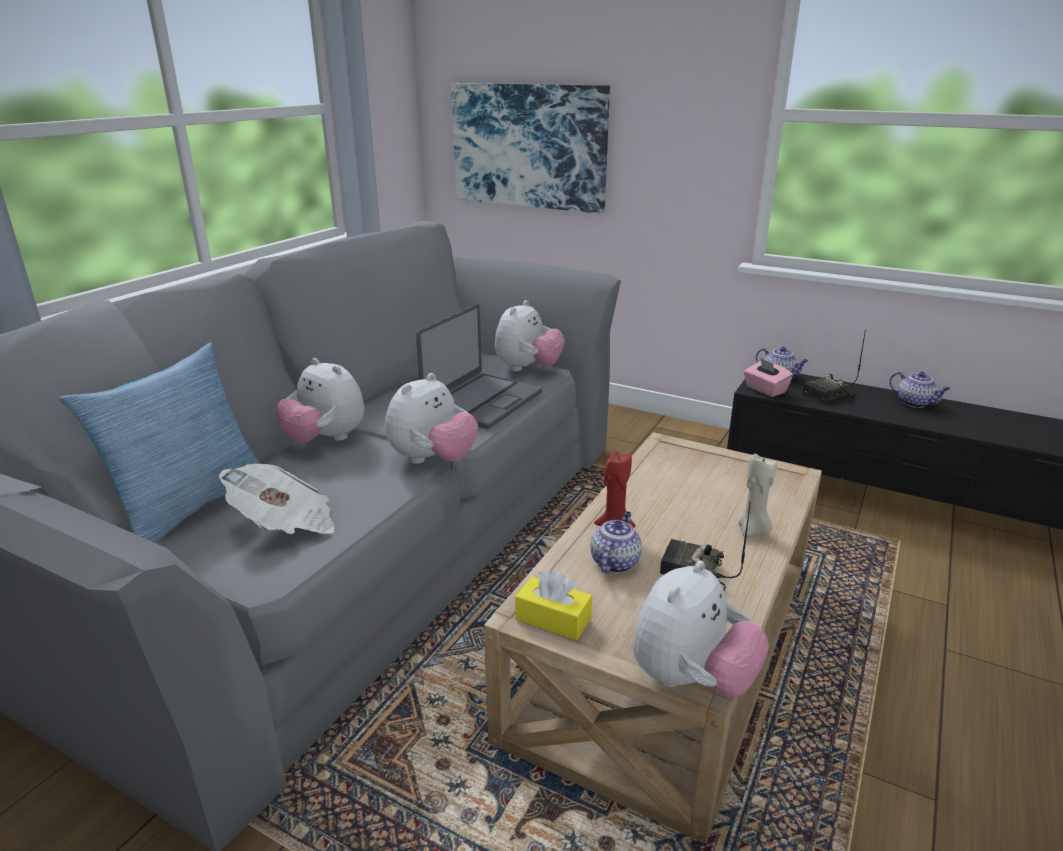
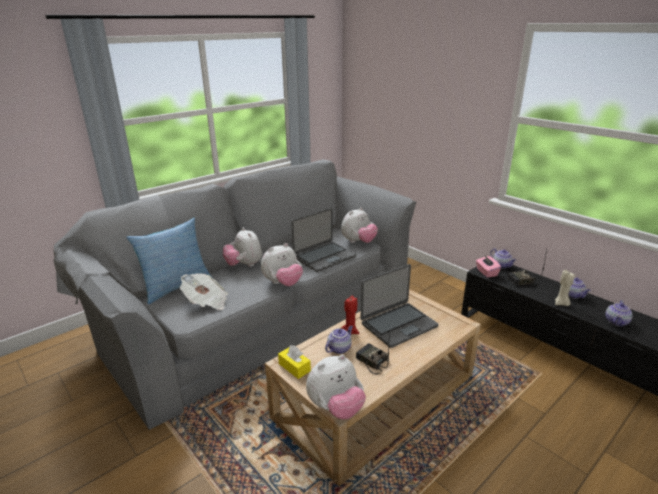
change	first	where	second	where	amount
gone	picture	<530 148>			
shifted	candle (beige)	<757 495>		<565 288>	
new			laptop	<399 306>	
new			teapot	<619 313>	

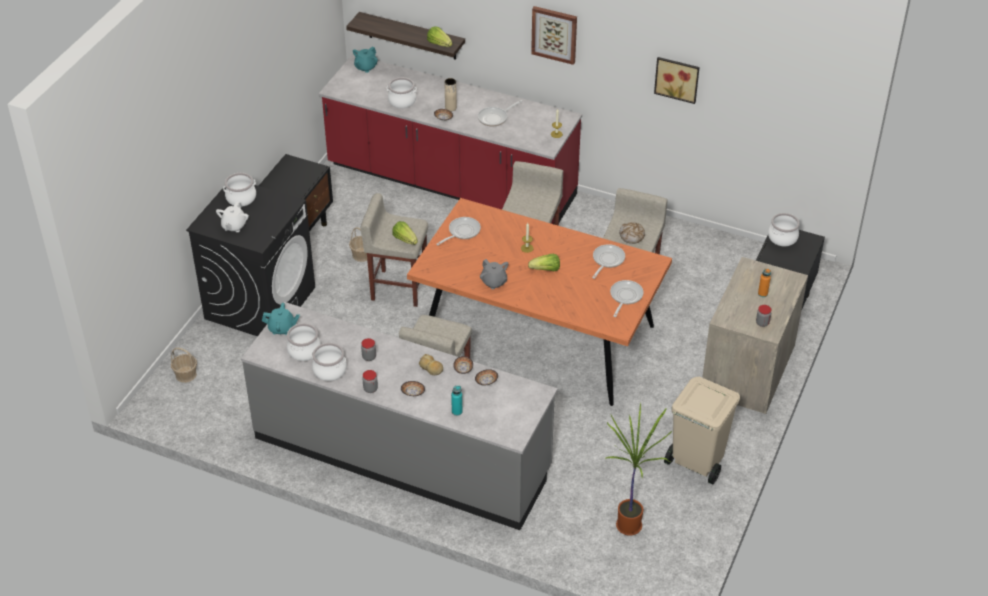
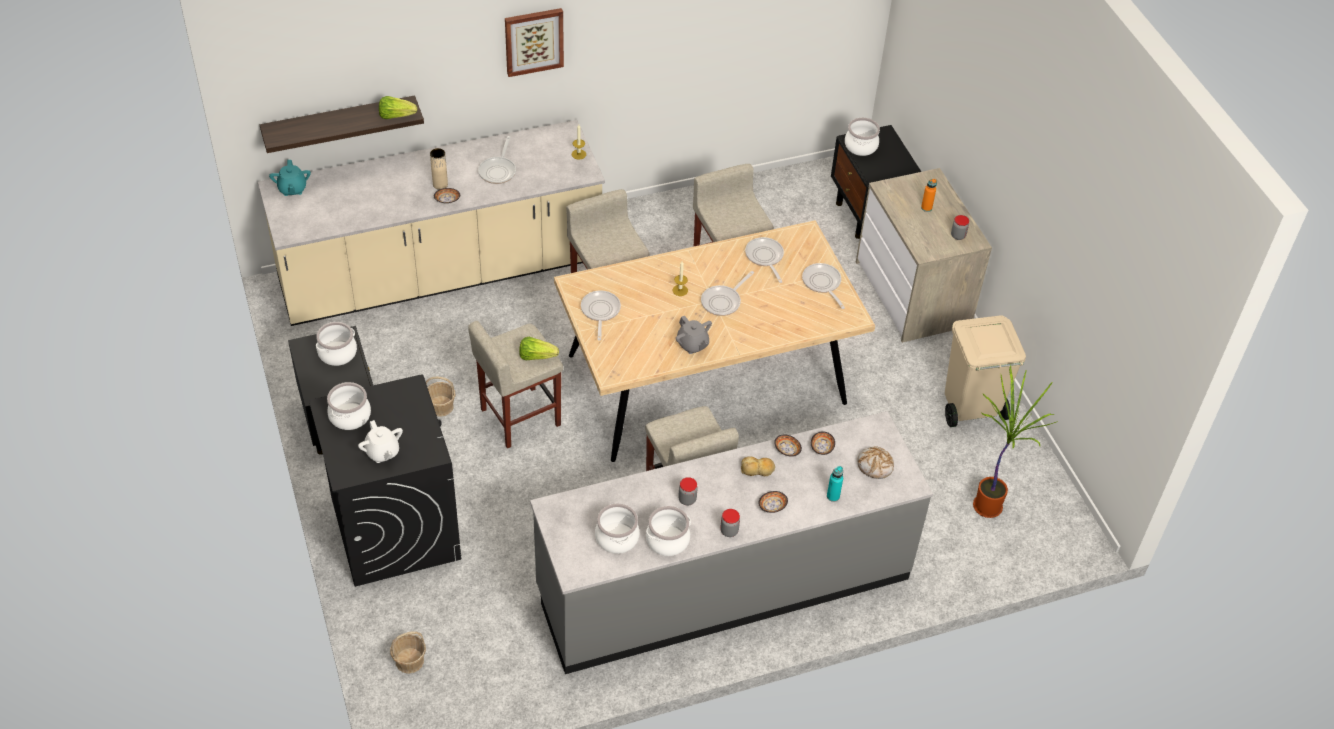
change	first	where	second	where	amount
gone	teapot (turquoise)	<281 319>			
repainted	counter (red)	<450 139>	counter (beige)	<431 223>	
shifted	cooking pot	<401 92>		<336 344>	
repainted	dining table (orange)	<539 302>	dining table (beige)	<714 341>	
rotated	teapot (grey)	<494 274>		<694 335>	45 degrees clockwise
swapped	lettuce	<544 262>	frying pan	<727 293>	
shifted	bread	<632 233>		<875 462>	
gone	picture	<676 80>			

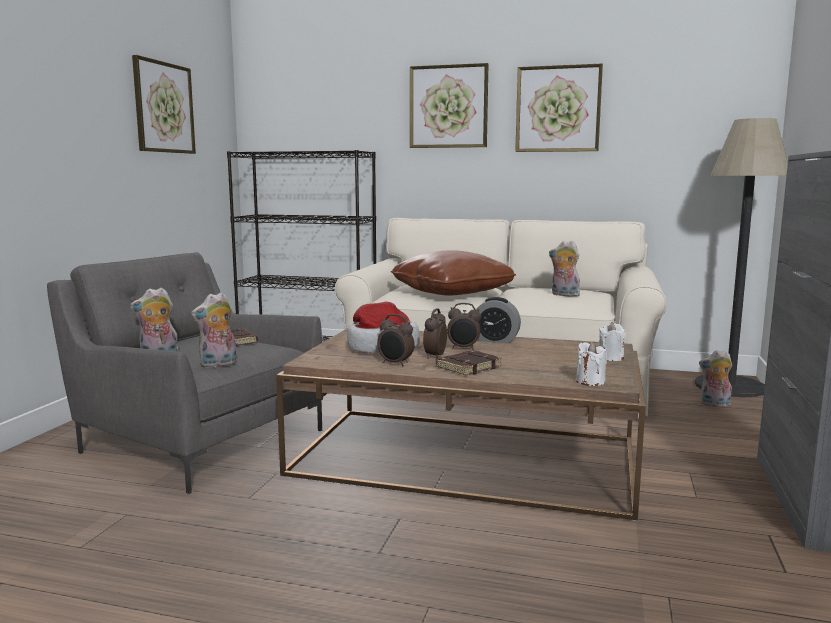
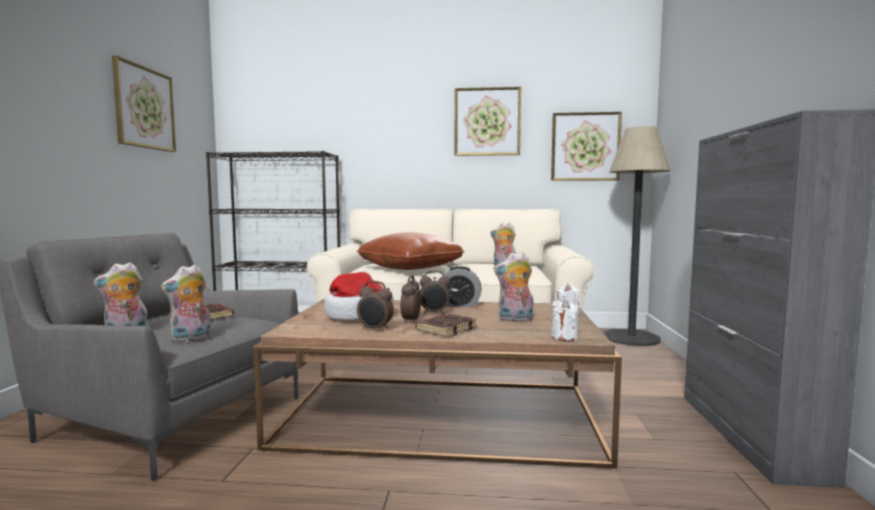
change	first	where	second	where	amount
shifted	picture	<449 105>		<586 146>	
shifted	plush toy	<715 378>		<513 287>	

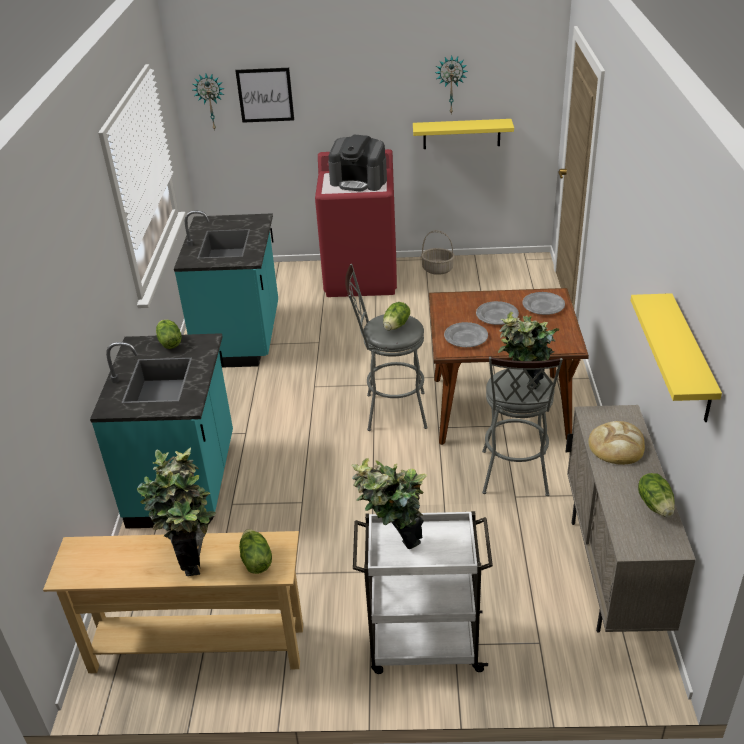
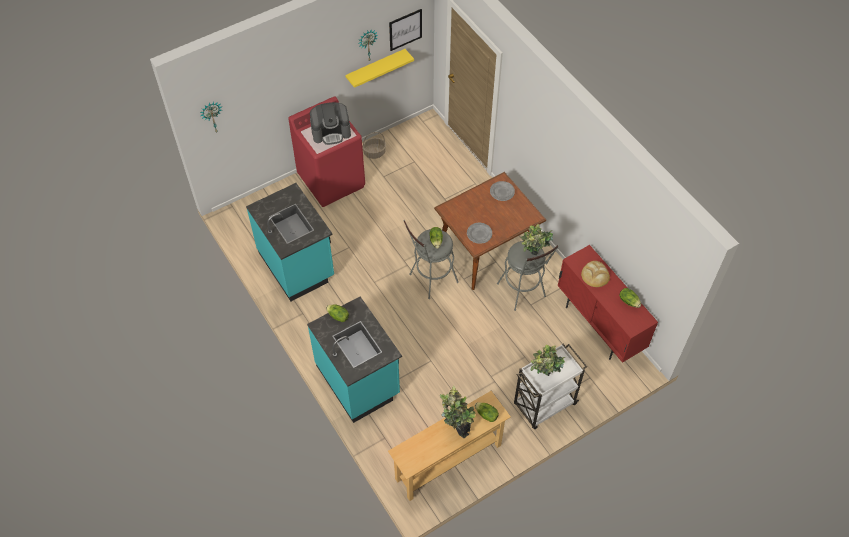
change	first	where	second	where	amount
shifted	picture	<264 95>		<405 30>	
gone	plate (grey)	<497 313>			
repainted	cabinet (beige)	<630 519>	cabinet (red)	<608 304>	
gone	shelf (yellow)	<676 357>			

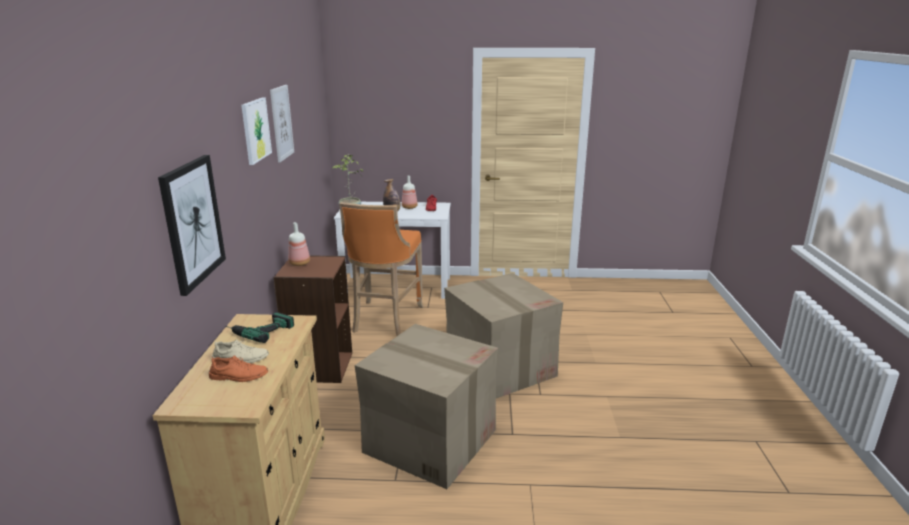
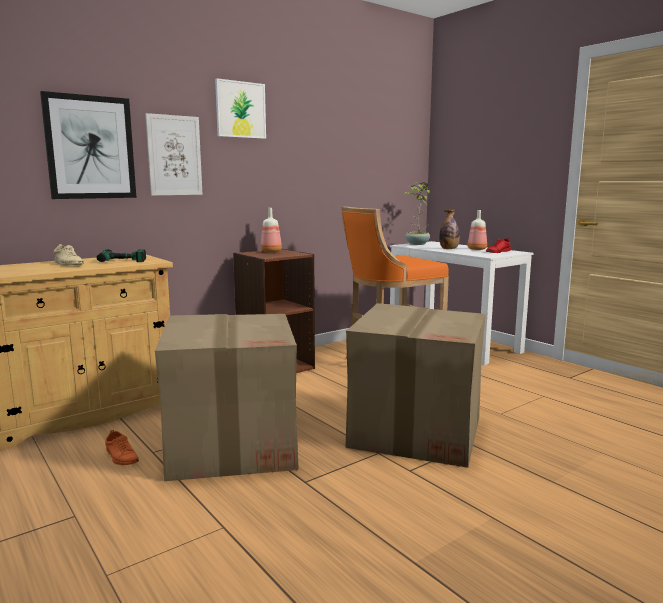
change	first	where	second	where	amount
shifted	shoe (orange)	<238 369>		<122 447>	
shifted	picture	<282 124>		<174 154>	

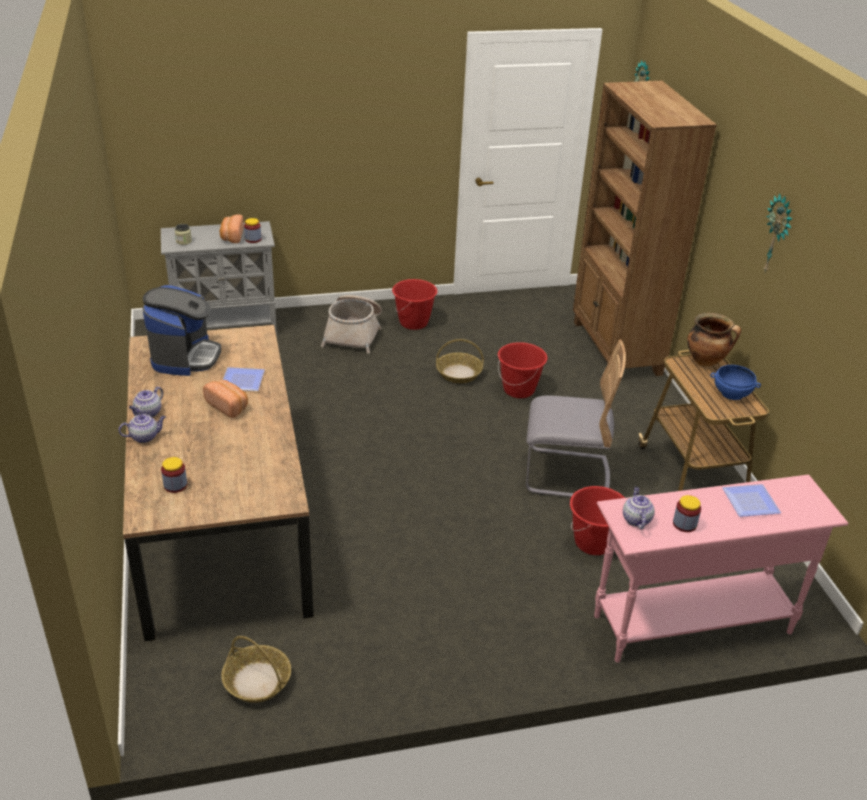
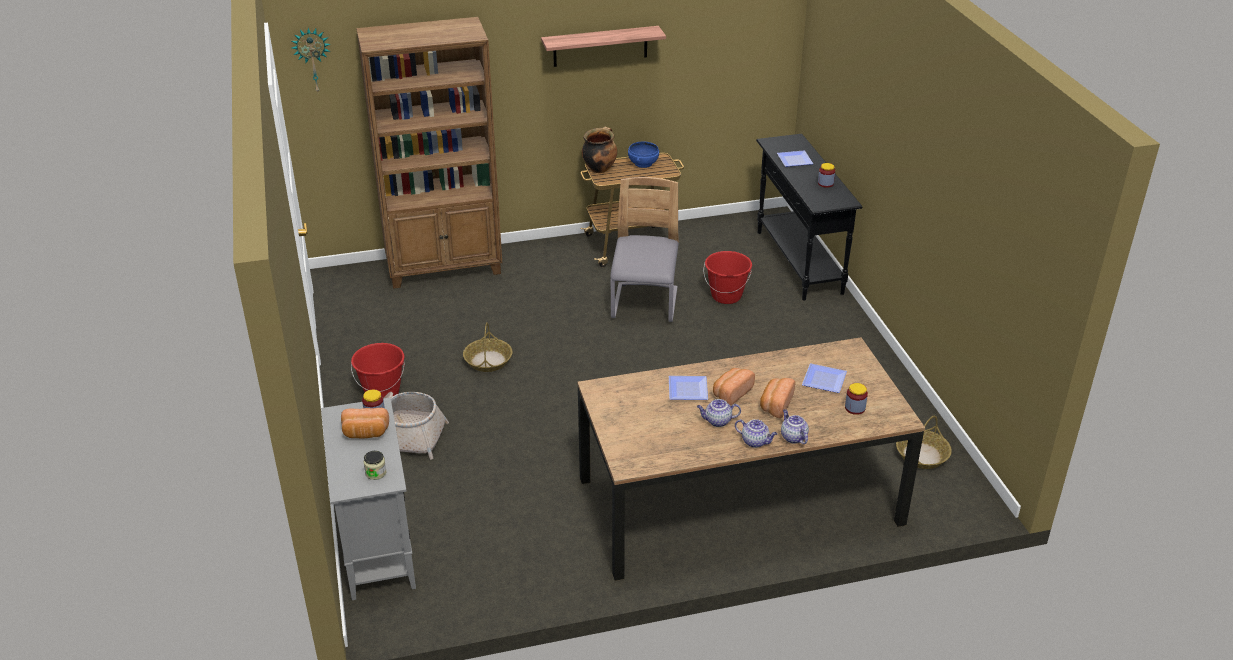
change	first	where	second	where	amount
gone	coffee machine	<182 330>			
gone	bucket (red)	<522 370>			
repainted	console table (pink)	<721 569>	console table (black)	<809 217>	
shifted	teapot	<639 508>		<719 413>	
swapped	wall clock	<778 232>	shelf	<603 46>	
new			bread	<777 398>	
new			plate	<824 378>	

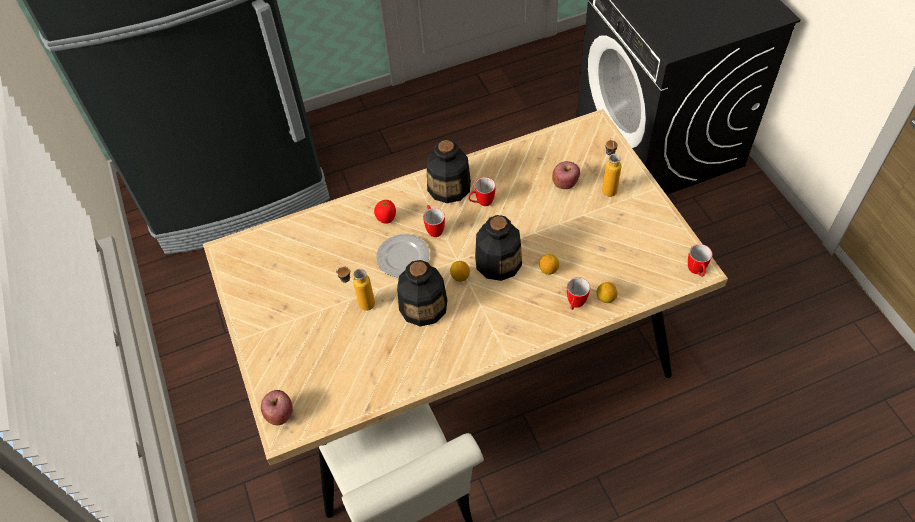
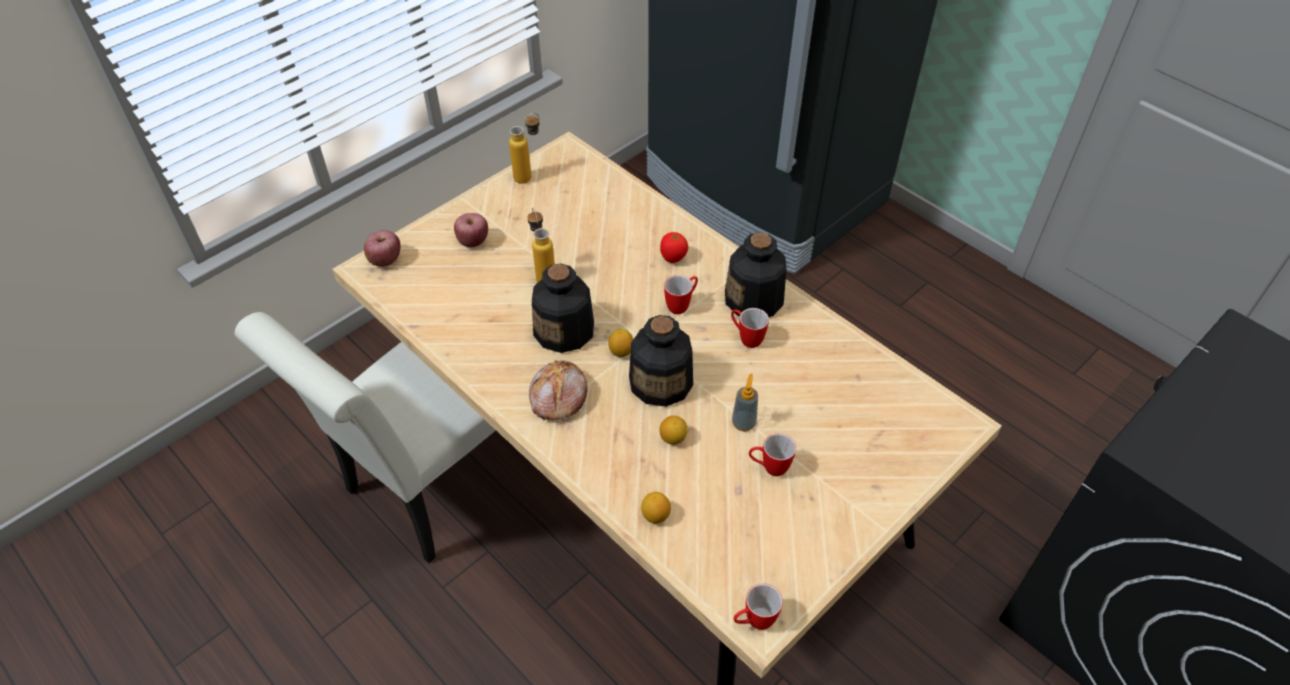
change	first	where	second	where	amount
gone	plate	<403 256>			
shifted	apple	<566 175>		<471 230>	
shifted	mug	<578 293>		<772 454>	
shifted	bottle	<611 167>		<524 148>	
new			bread	<558 390>	
new			soap dispenser	<745 402>	

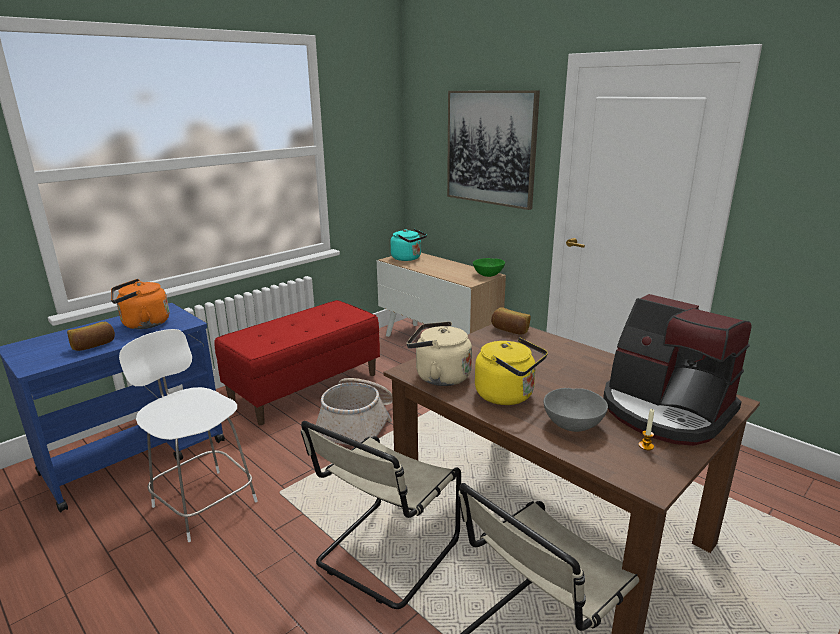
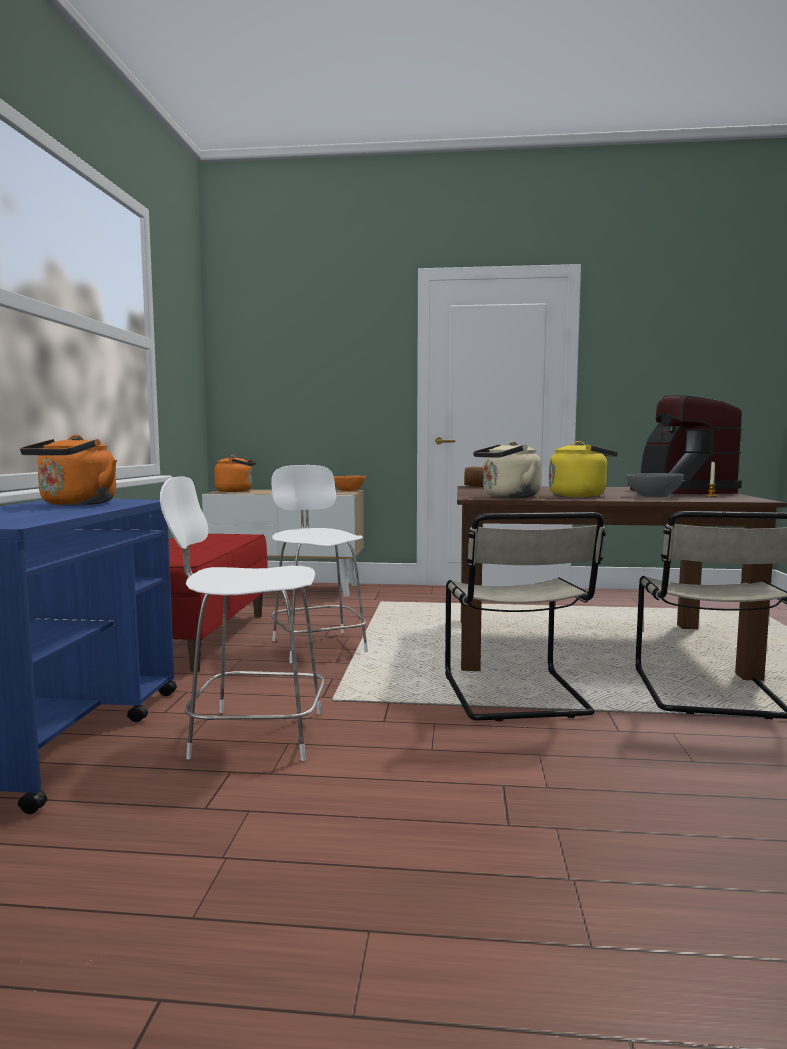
change	first	where	second	where	amount
gone	bread	<91 336>			
swapped	basket	<354 411>	stool (white)	<319 564>	
repainted	kettle (turquoise)	<409 245>	kettle (orange)	<235 473>	
gone	picture	<493 150>			
repainted	bowl (green)	<489 267>	bowl (orange)	<350 483>	
rotated	coffee machine	<677 370>		<685 444>	75 degrees clockwise

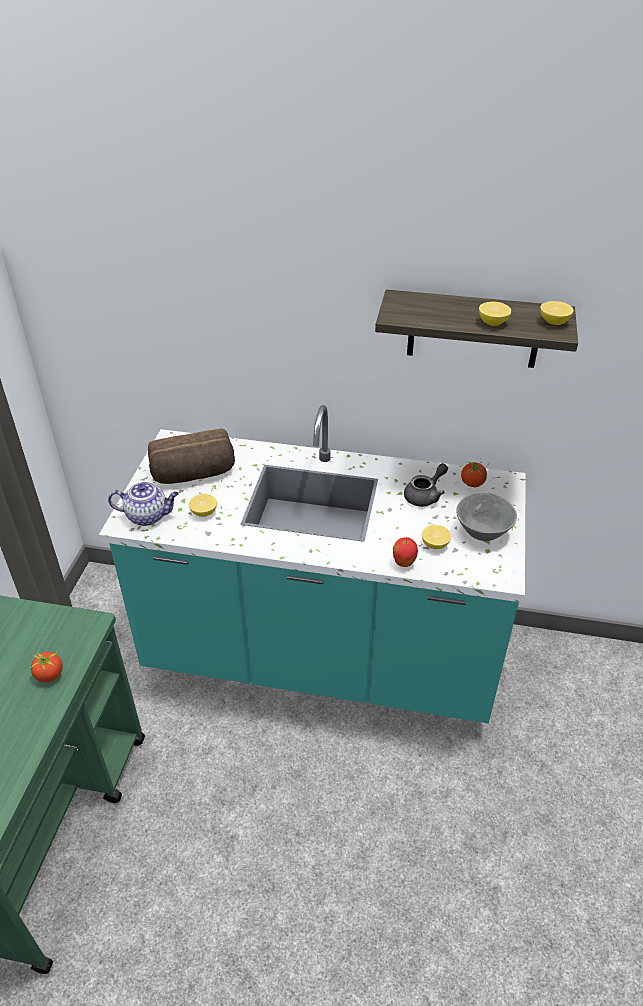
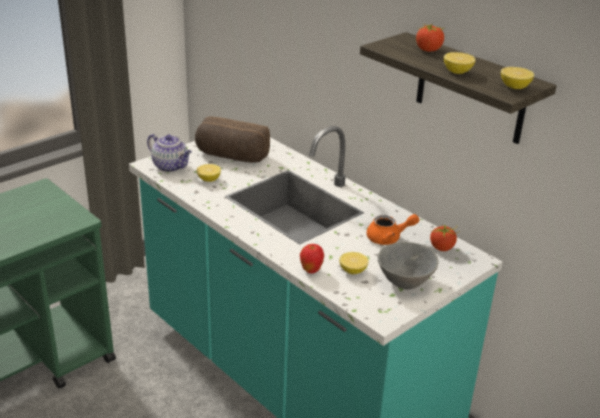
change	first	where	second	where	amount
shifted	tomato	<46 666>		<430 38>	
repainted	teapot (grey)	<426 485>	teapot (orange)	<393 229>	

